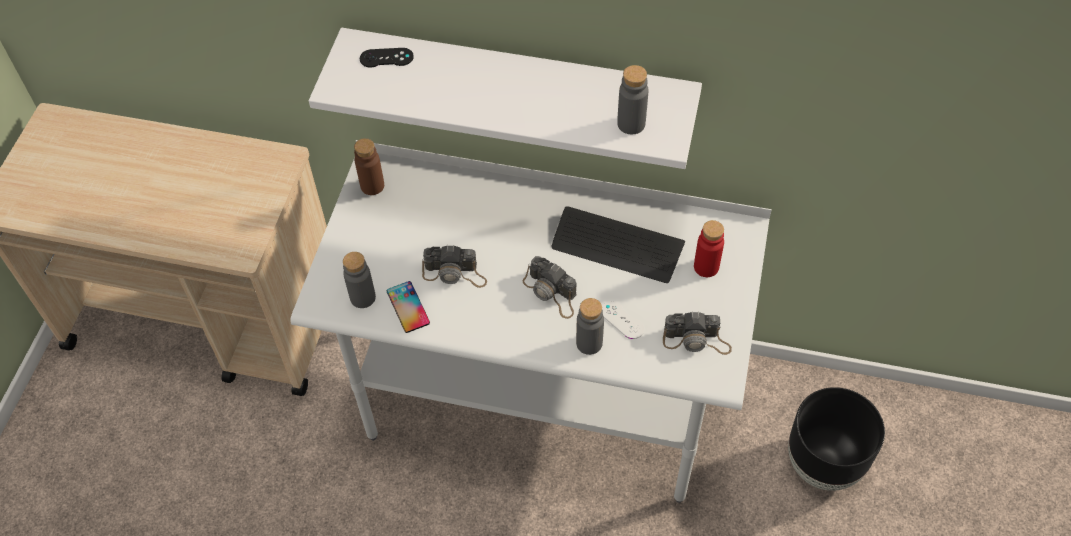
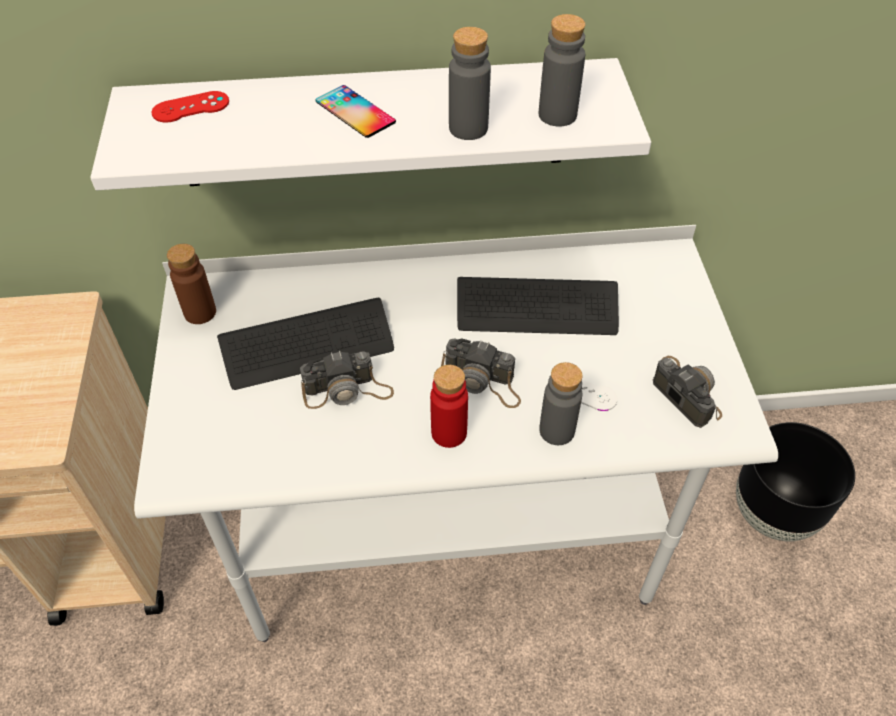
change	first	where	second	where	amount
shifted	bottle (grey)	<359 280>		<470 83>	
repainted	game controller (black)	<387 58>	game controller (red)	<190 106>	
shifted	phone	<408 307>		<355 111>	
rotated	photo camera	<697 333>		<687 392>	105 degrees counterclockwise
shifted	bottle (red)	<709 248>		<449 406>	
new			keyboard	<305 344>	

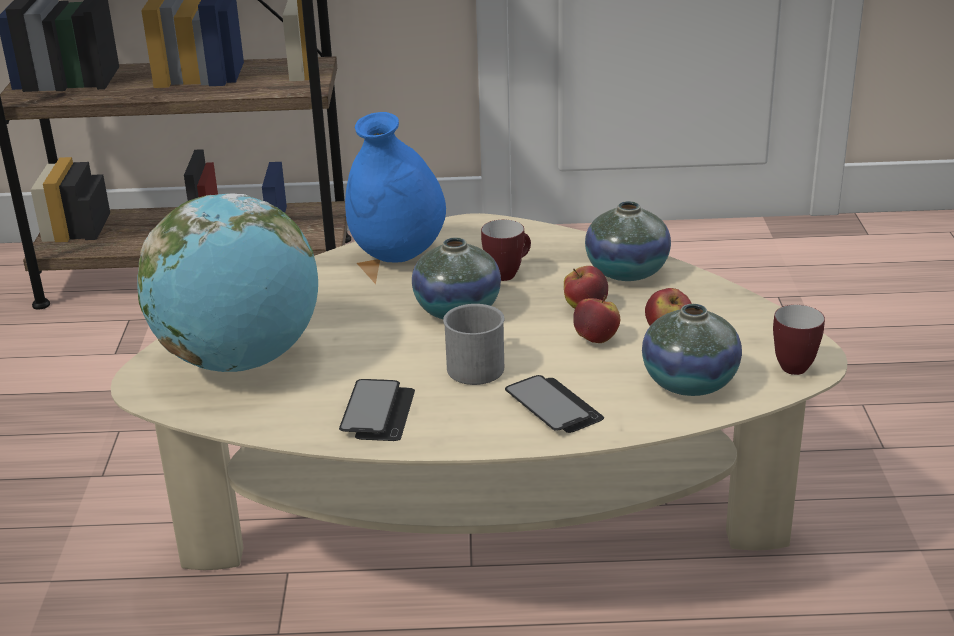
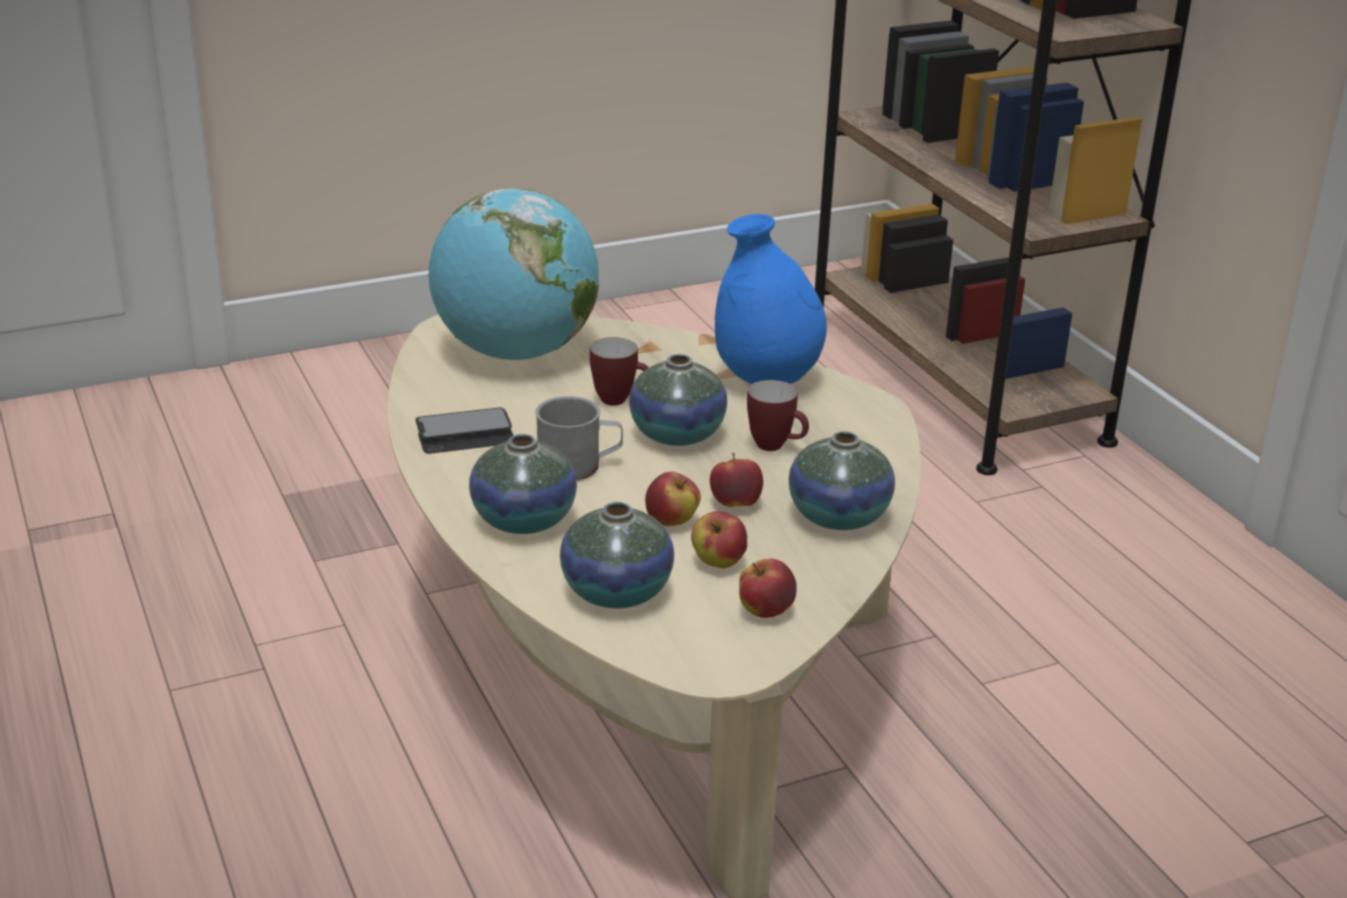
change	first	where	second	where	amount
swapped	phone	<554 404>	vase	<523 484>	
shifted	mug	<799 340>		<619 371>	
new			apple	<768 588>	

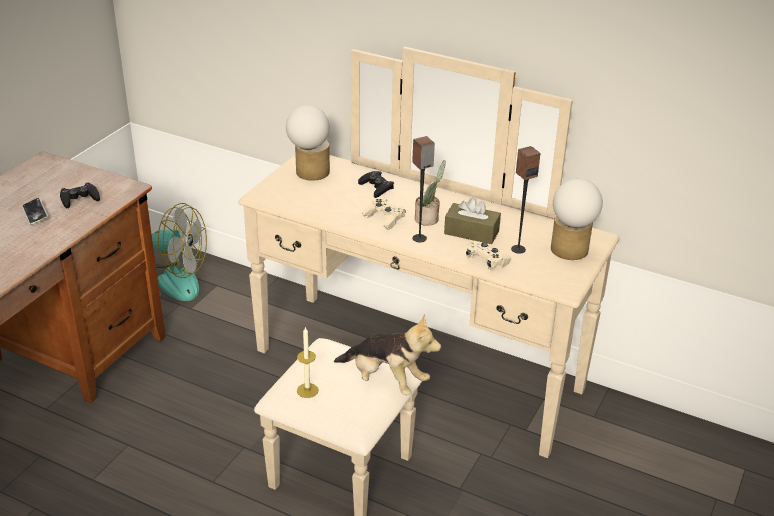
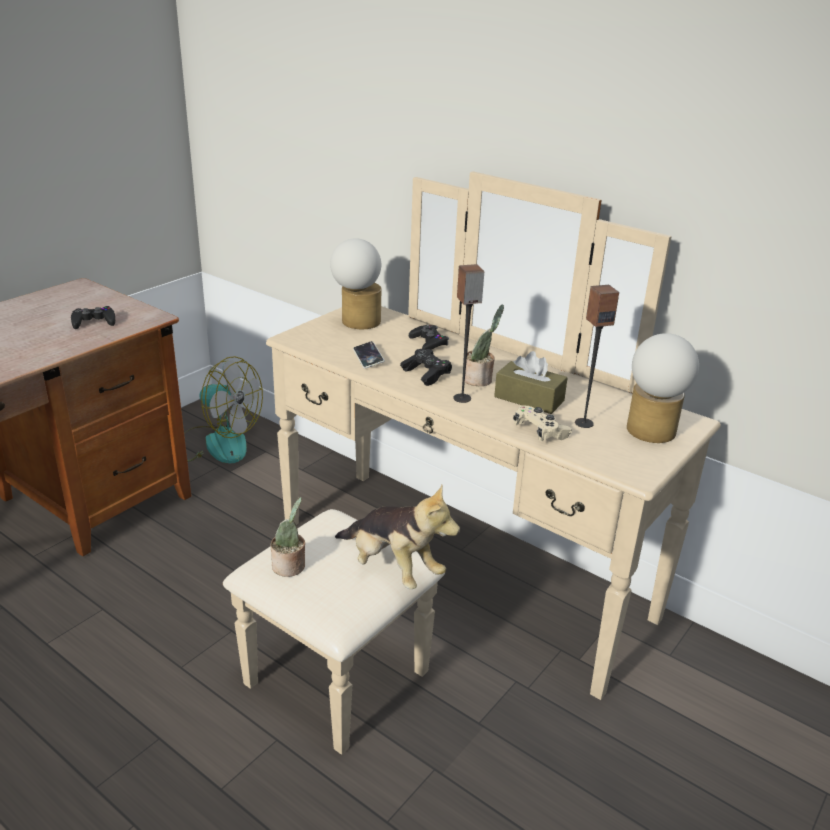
change	first	where	second	where	amount
shifted	phone	<35 211>		<369 355>	
swapped	candle	<307 362>	potted plant	<288 537>	
repainted	game controller (beige)	<383 213>	game controller (black)	<426 367>	

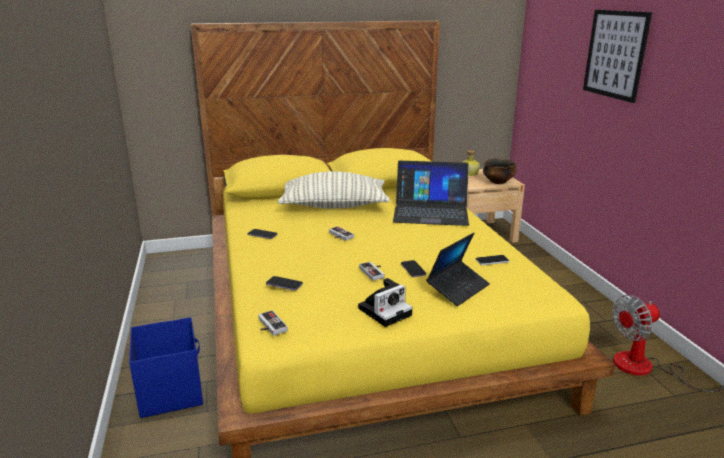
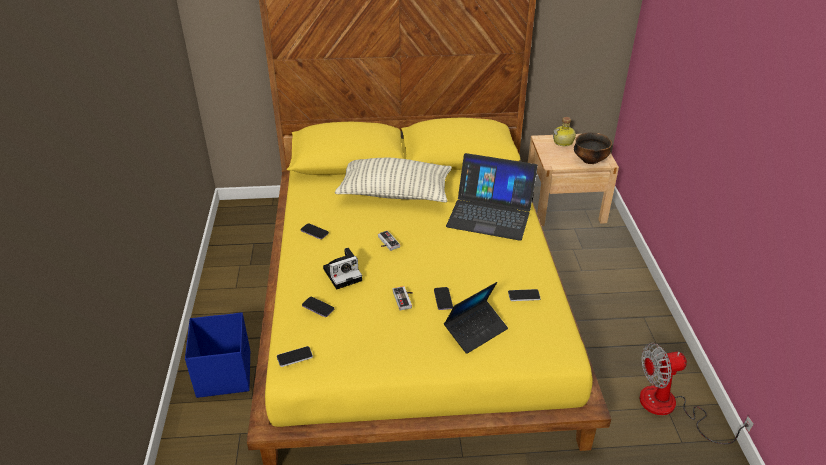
change	first	where	second	where	amount
swapped	game controller	<273 323>	phone	<295 356>	
shifted	photo camera	<385 302>		<342 268>	
gone	picture	<617 56>			

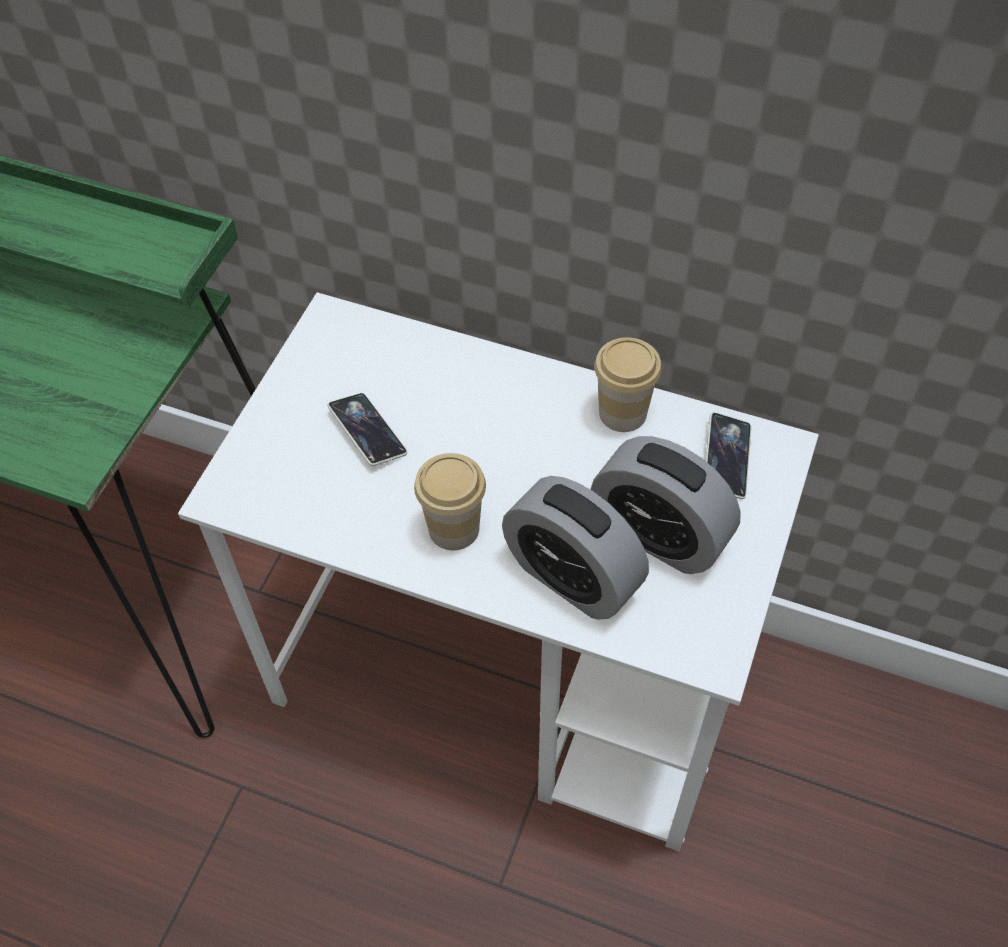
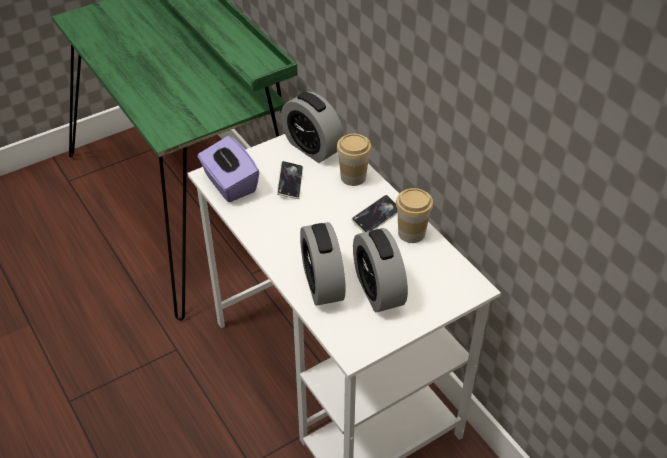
change	first	where	second	where	amount
shifted	cup	<450 501>		<354 160>	
shifted	phone	<728 455>		<374 213>	
new			tissue box (purple)	<228 169>	
new			alarm clock	<312 127>	

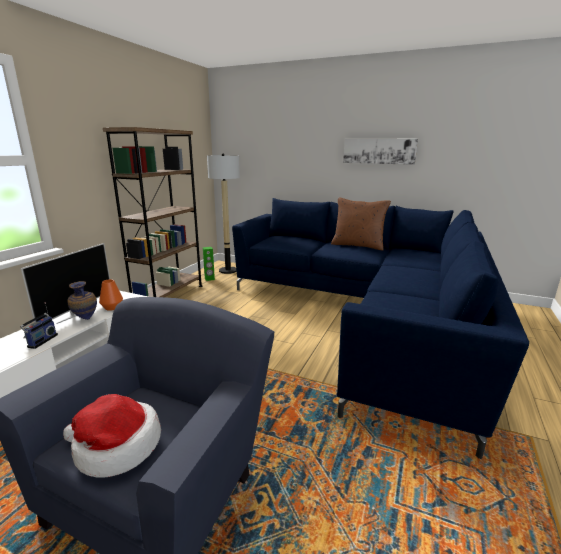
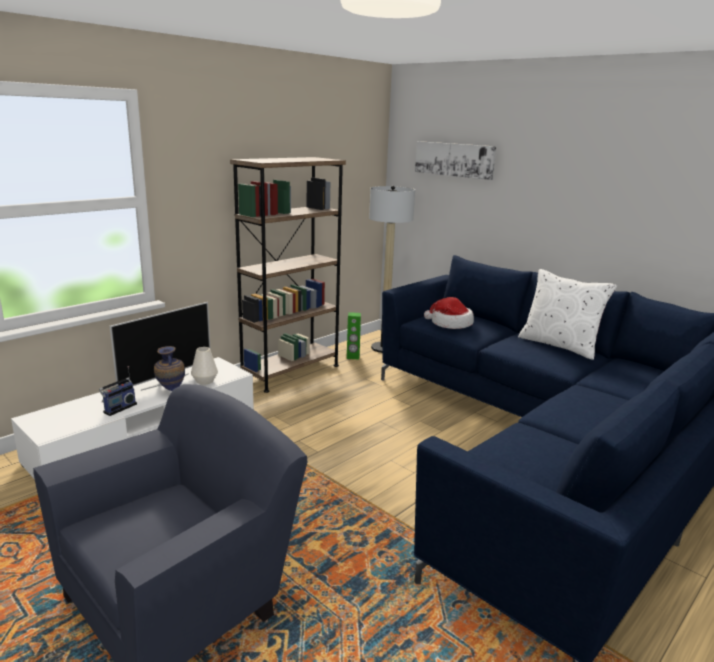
change	first	where	second	where	amount
shifted	hat	<112 436>		<449 313>	
repainted	vase (orange)	<111 295>	vase (white)	<204 366>	
repainted	pillow (brown)	<361 224>	pillow (white)	<567 314>	
shifted	picture	<380 152>		<455 160>	

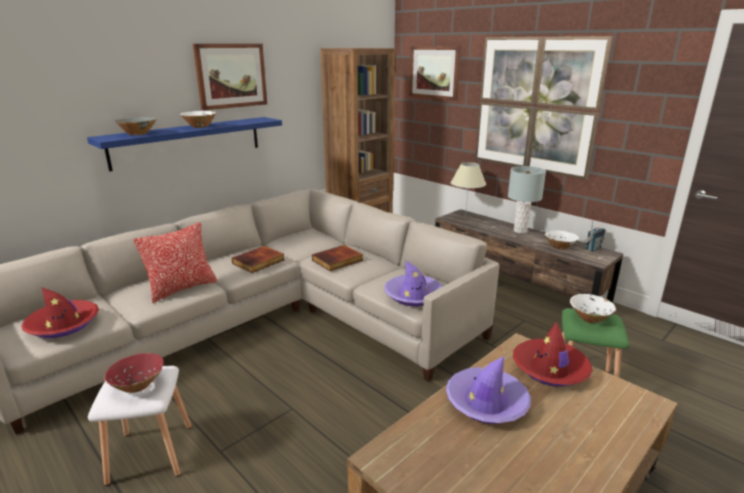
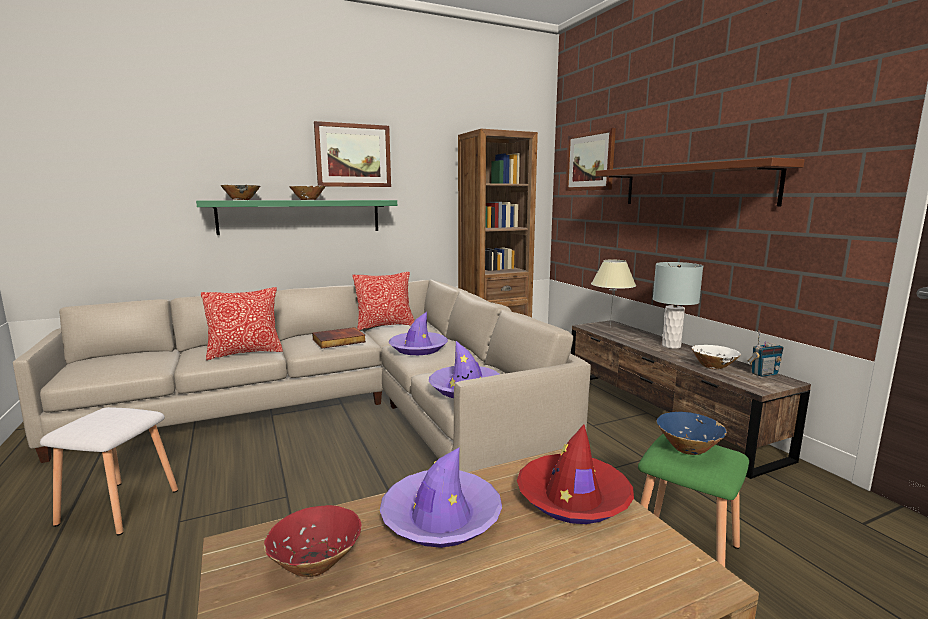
change	first	where	second	where	amount
gone	hat (red)	<60 313>			
repainted	shelf (blue)	<184 144>	shelf (green)	<296 217>	
shifted	bowl (red)	<134 373>		<312 541>	
swapped	book	<337 258>	hat (purple)	<418 333>	
swapped	picture	<543 108>	shelf (brown)	<700 182>	
repainted	bowl (white)	<593 308>	bowl (blue)	<692 433>	
new			pillow	<383 301>	

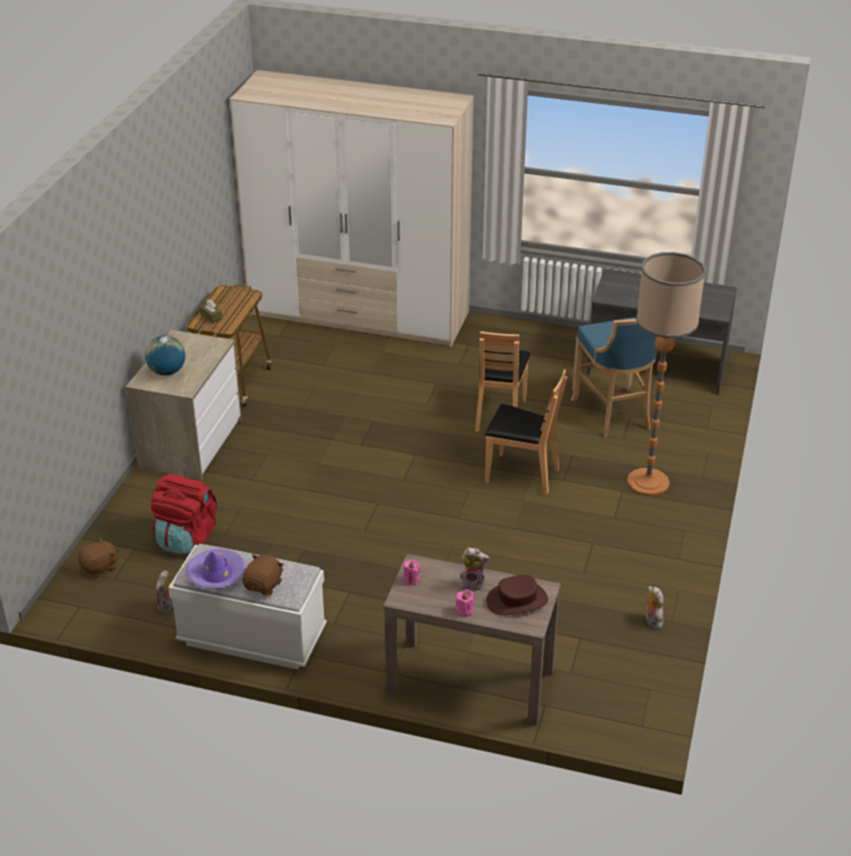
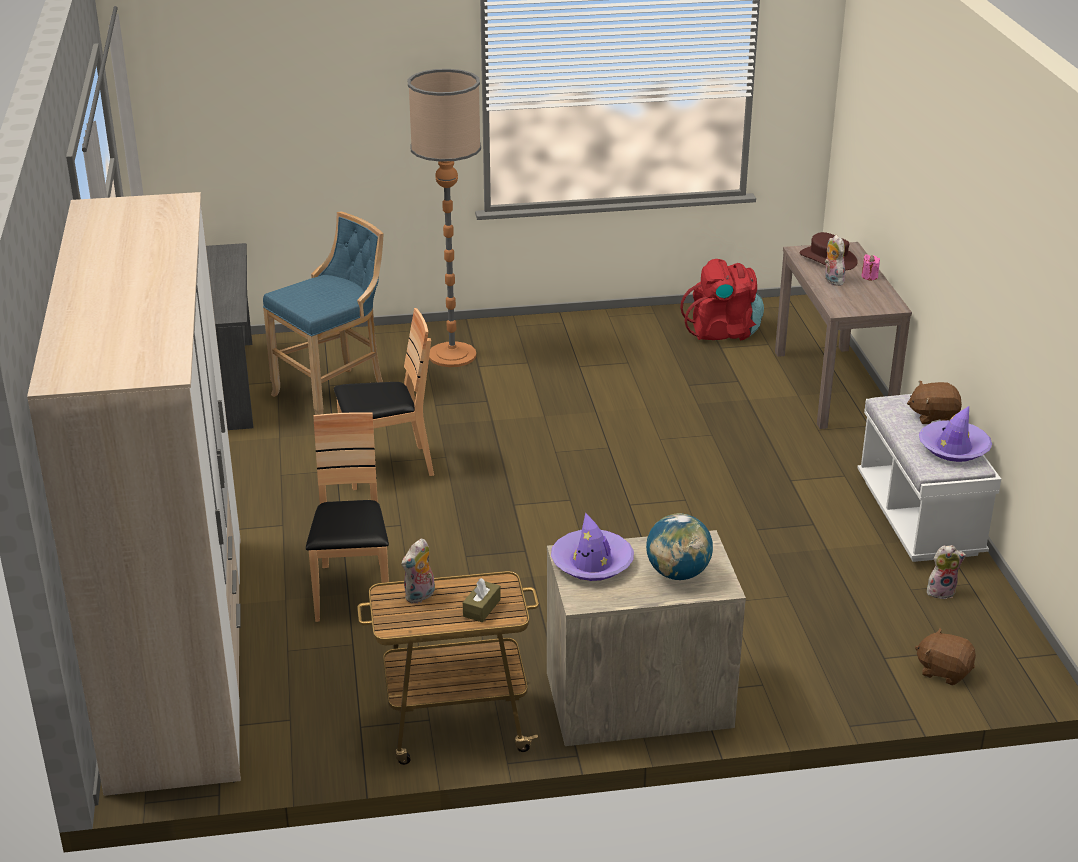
change	first	where	second	where	amount
shifted	backpack (red)	<184 514>		<722 300>	
gone	candle (pink)	<411 572>			
shifted	chair (brown)	<526 432>		<347 517>	
shifted	plush toy	<654 607>		<418 571>	
new			hat (purple)	<592 547>	

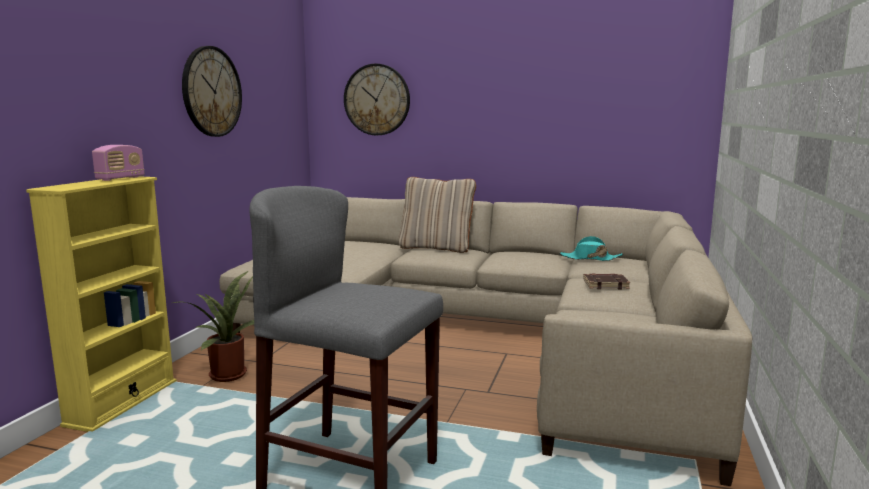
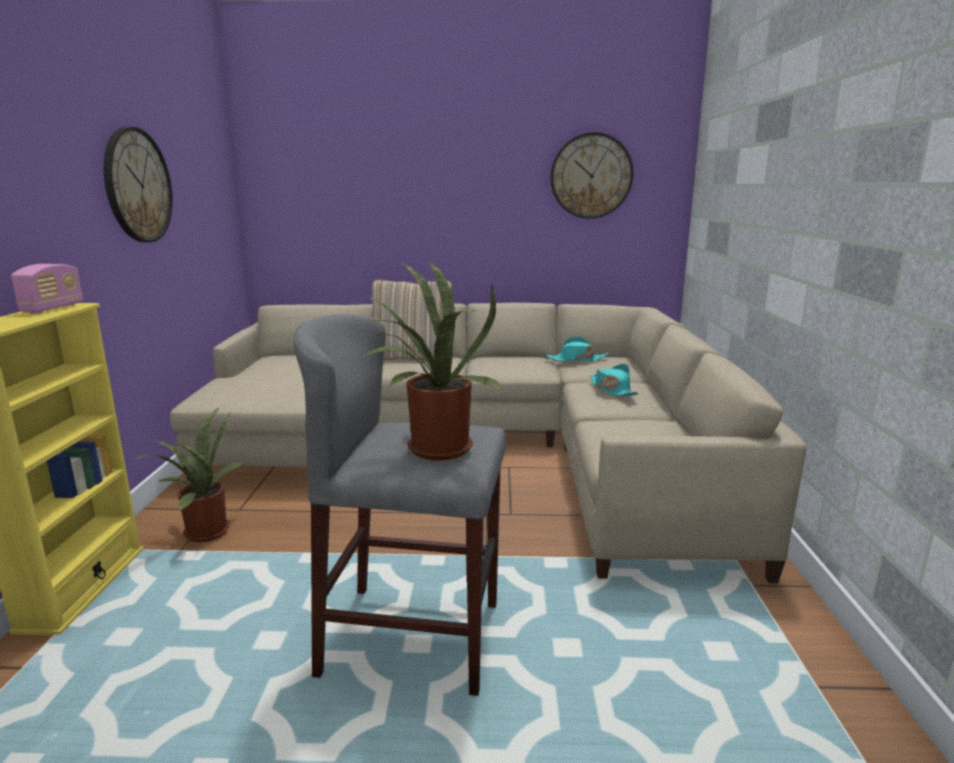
change	first	where	second	where	amount
shifted	wall clock	<377 100>		<591 175>	
swapped	book (brown)	<606 282>	hat (turquoise)	<614 380>	
new			potted plant	<431 361>	

